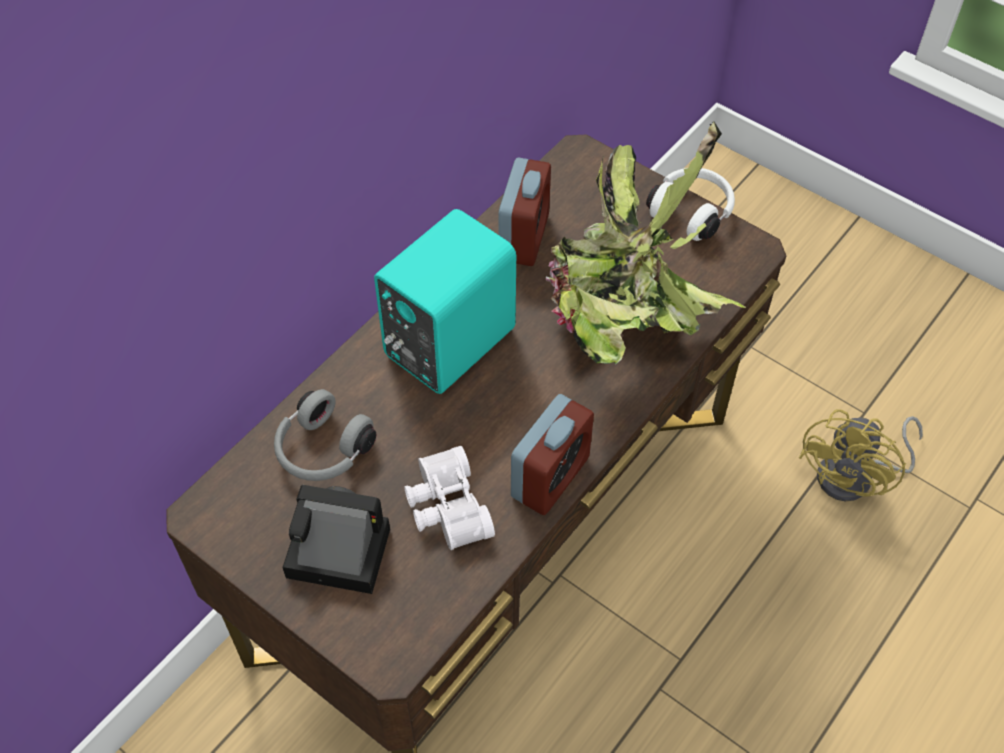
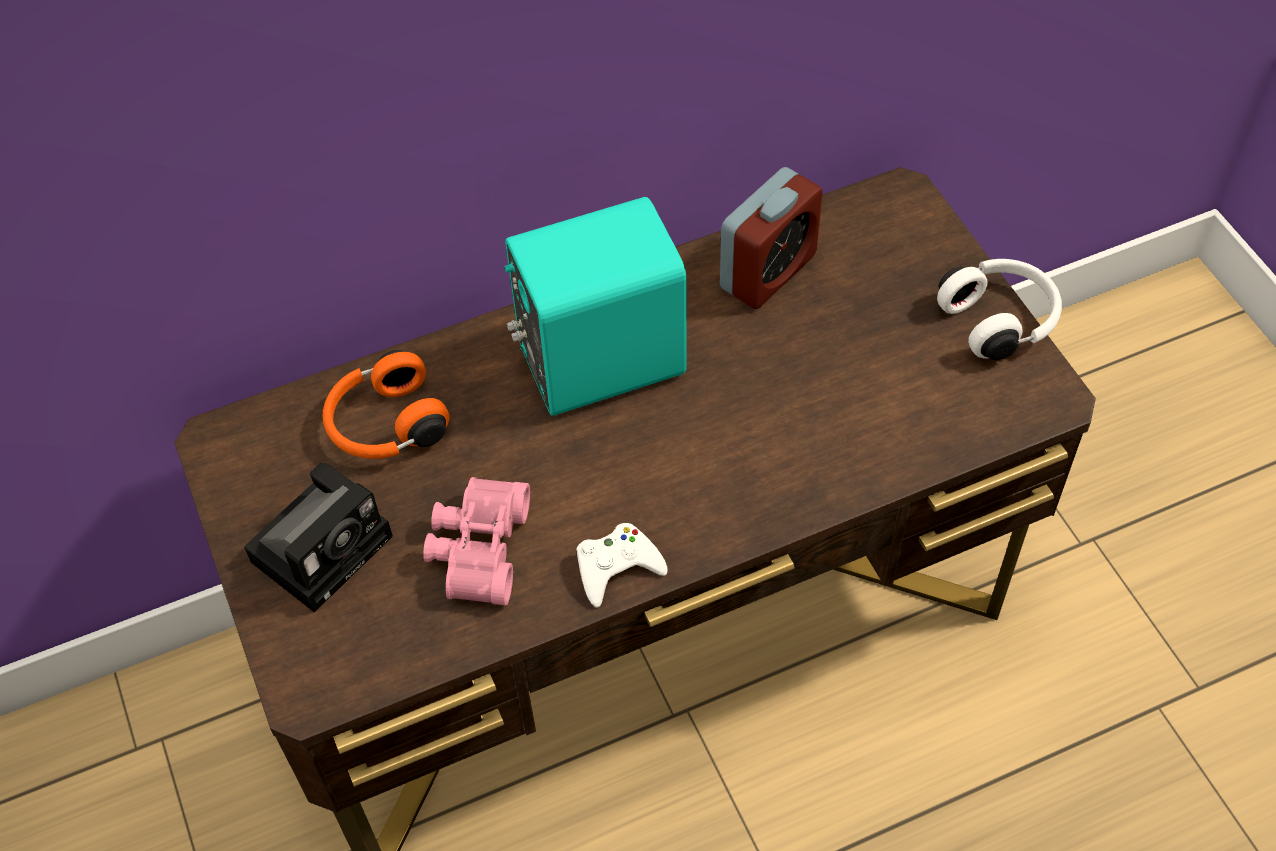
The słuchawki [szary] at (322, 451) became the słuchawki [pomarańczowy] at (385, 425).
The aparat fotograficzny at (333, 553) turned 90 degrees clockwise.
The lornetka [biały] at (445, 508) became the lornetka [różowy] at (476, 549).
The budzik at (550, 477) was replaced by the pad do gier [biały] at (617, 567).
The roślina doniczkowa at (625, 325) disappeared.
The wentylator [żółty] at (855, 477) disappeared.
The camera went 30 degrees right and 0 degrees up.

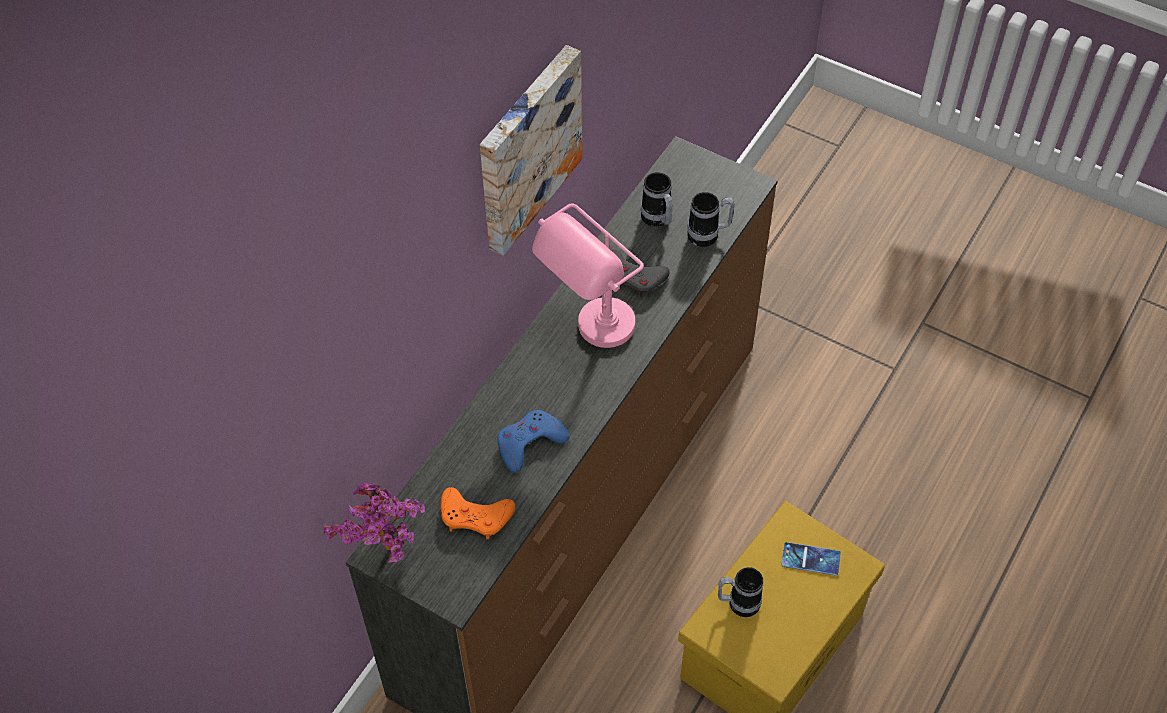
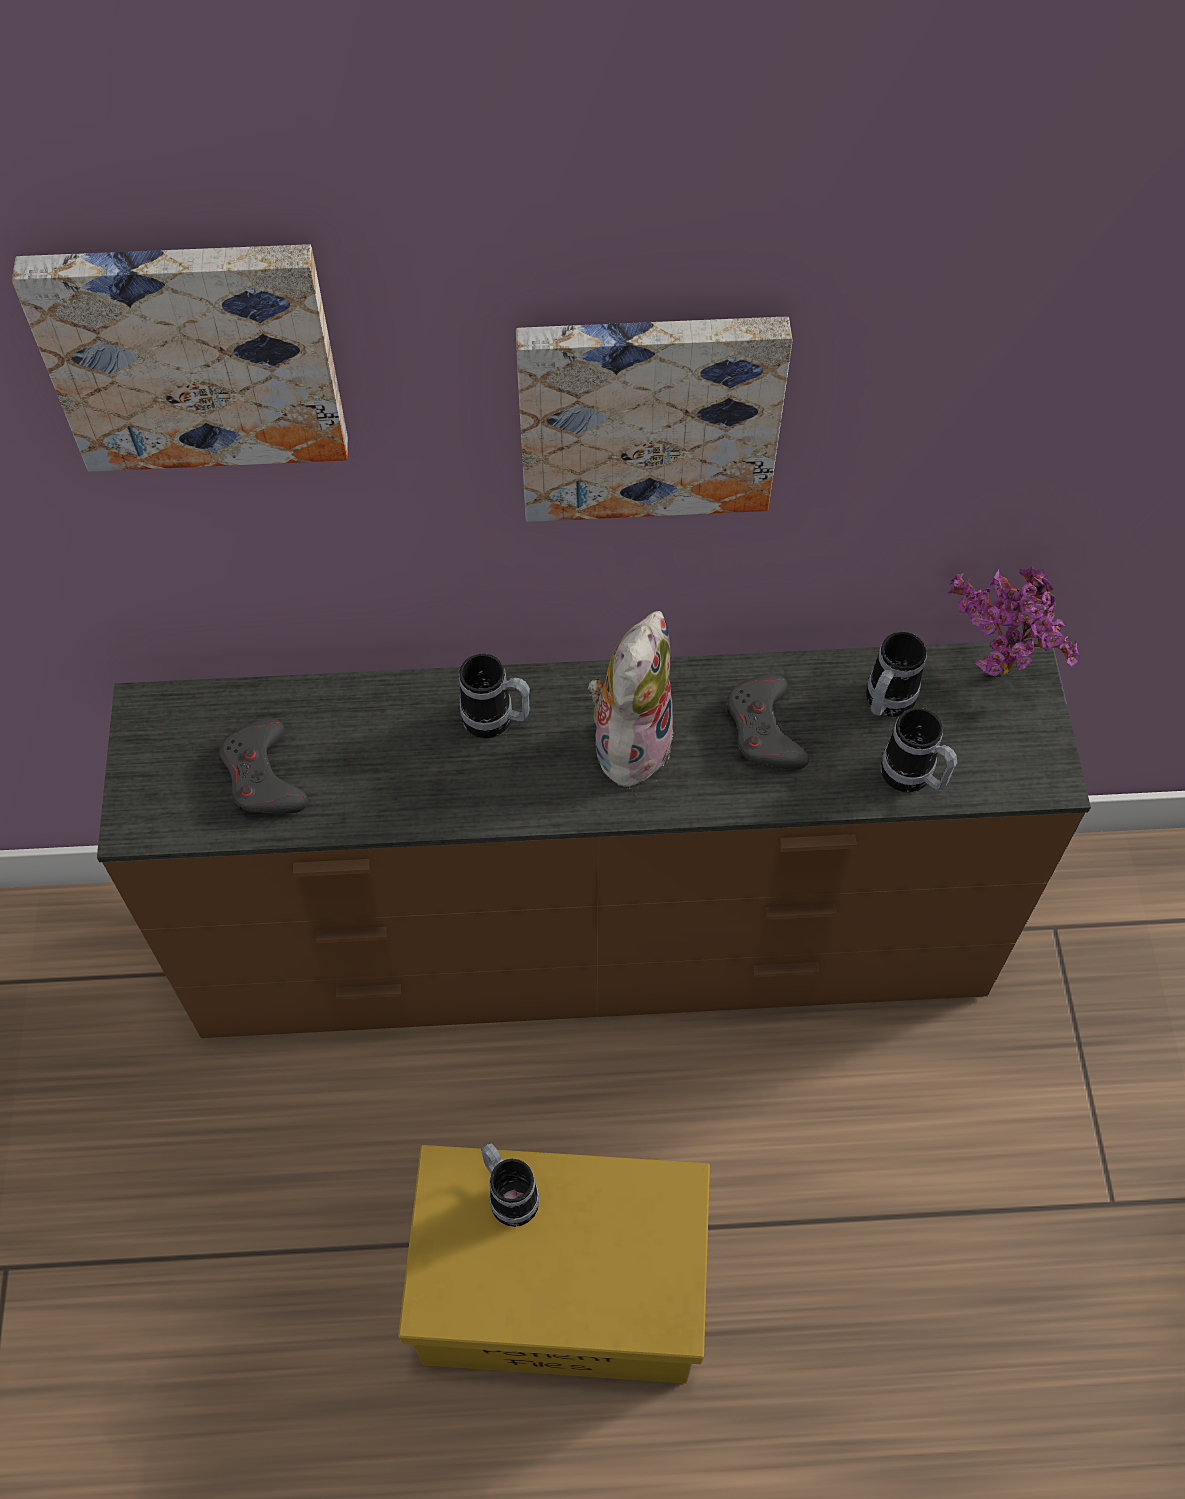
The roślina doniczkowa moved from (389, 554) to (994, 677).
The pad do gier [pomarańczowy] at (475, 516) became the pad do gier [szary] at (263, 776).
The pad do gier [niebieski] at (529, 443) disappeared.
The lampa stołowa [różowy] at (592, 337) was replaced by the pluszak at (629, 741).
The telefon at (811, 559) disappeared.
The obraz at (193, 352) appeared.
The kubek at (496, 721) appeared.
The camera went 55 degrees right and 5 degrees up.

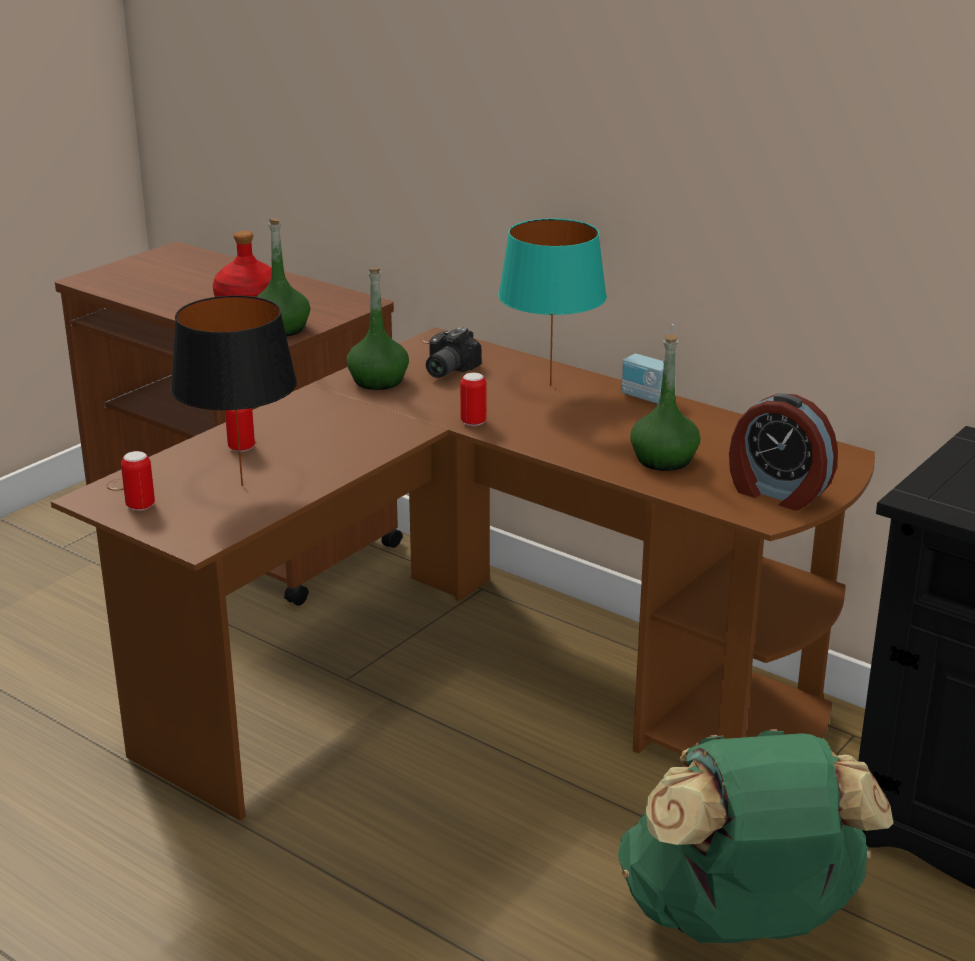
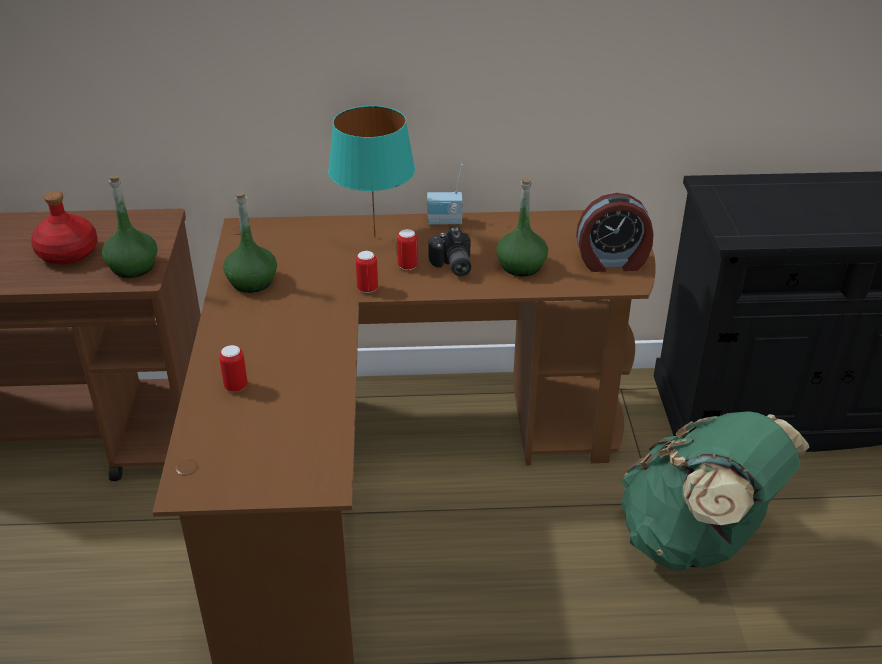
The puszka moved from (140, 506) to (407, 266).
The lampa stołowa [czarny] at (242, 485) disappeared.
The aparat fotograficzny moved from (445, 370) to (451, 266).
The camera went 40 degrees left and 10 degrees up.

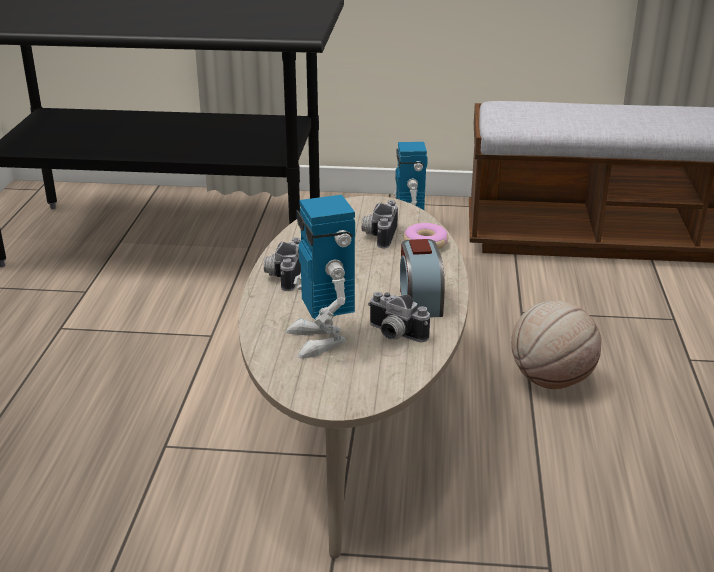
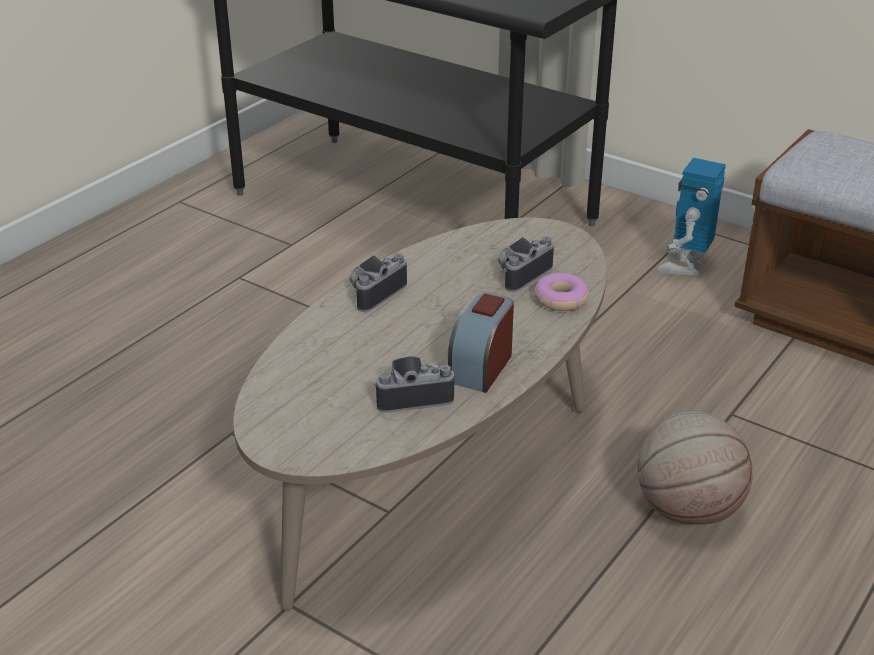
The robot zabawkowy at (321, 339) disappeared.
The aparat fotograficzny at (393, 335) turned 105 degrees clockwise.
The camera went 30 degrees right and 5 degrees up.

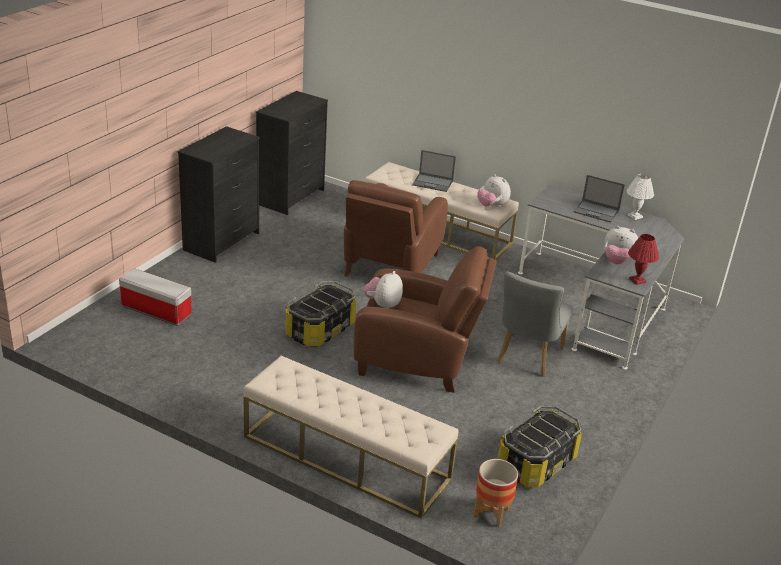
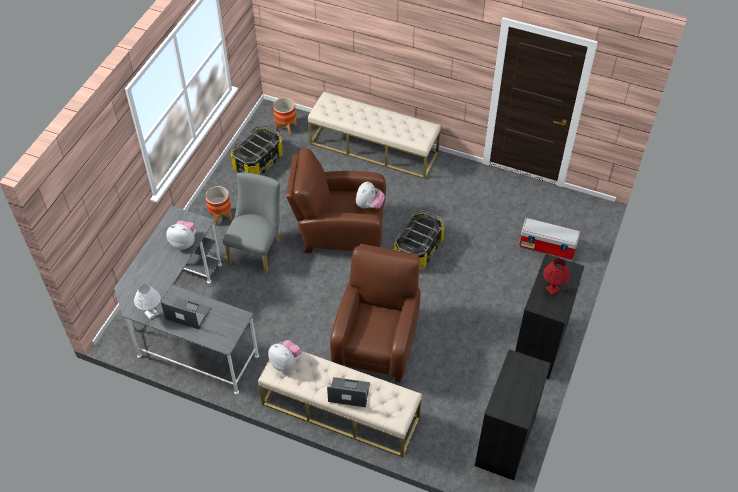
The lampa stołowa [czerwony] moved from (637, 280) to (552, 289).
The donica at (221, 216) appeared.
The camera went 175 degrees right and 20 degrees up.

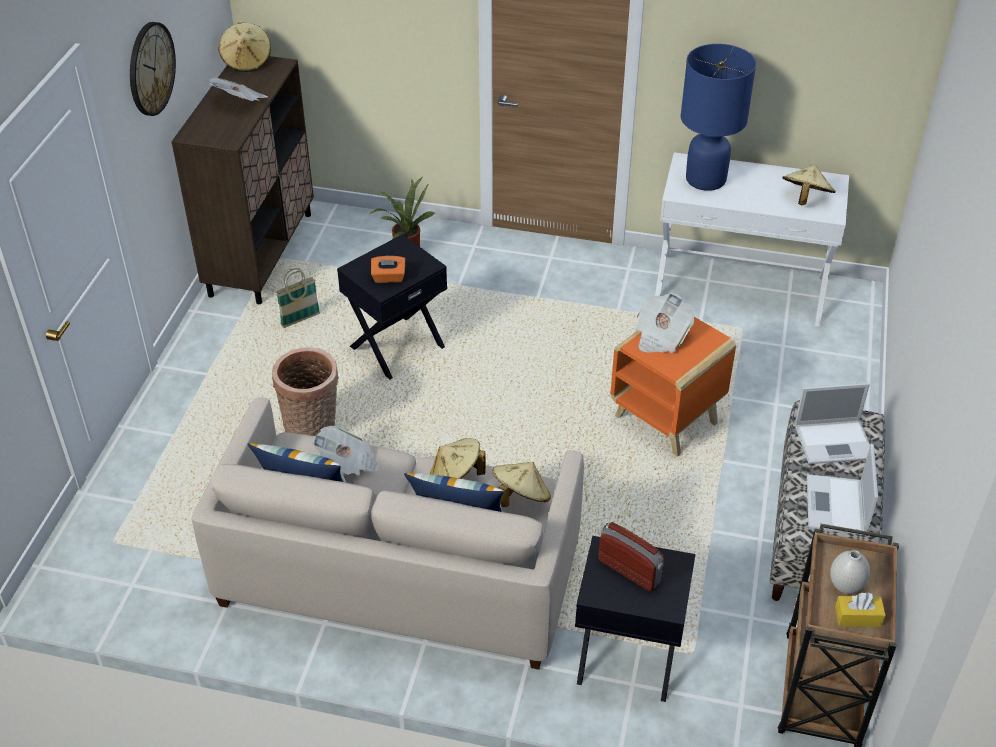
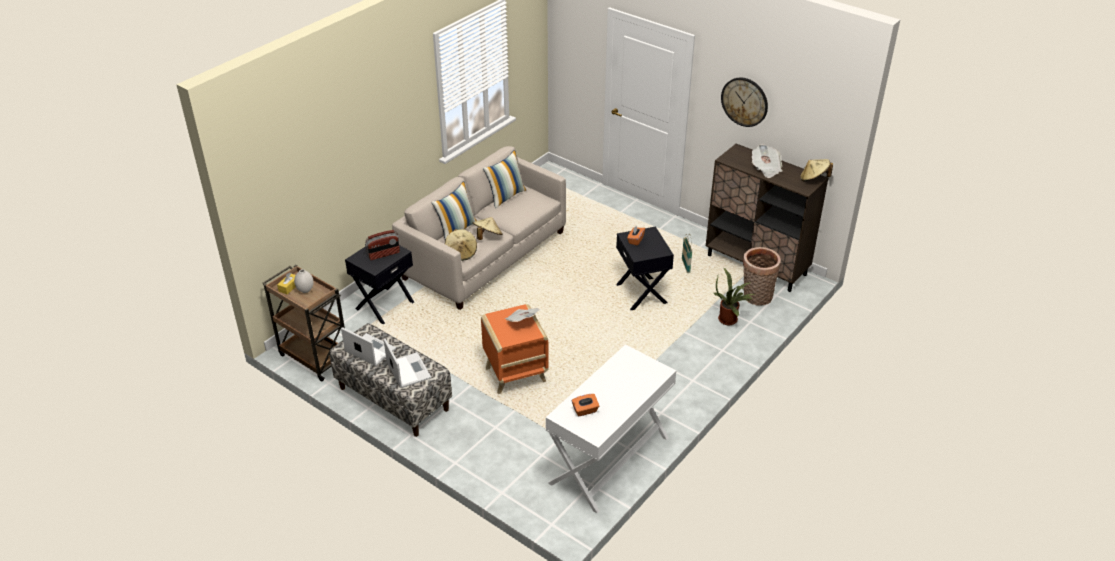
The koszyk moved from (313, 433) to (756, 297).
The gazeta at (348, 463) disappeared.
The lampa stołowa [niebieski] at (705, 179) disappeared.
The kapelusz [beżowy] at (805, 198) was replaced by the pudełko chusteczek [pomarańczowy] at (585, 410).
The laptop at (835, 441) turned 135 degrees clockwise.
The camera went 115 degrees right and 5 degrees down.

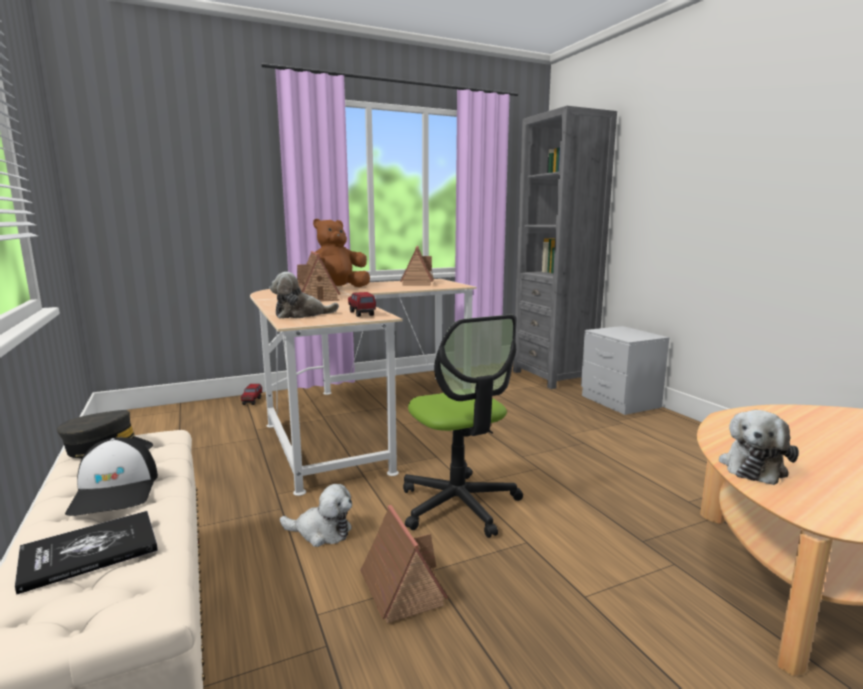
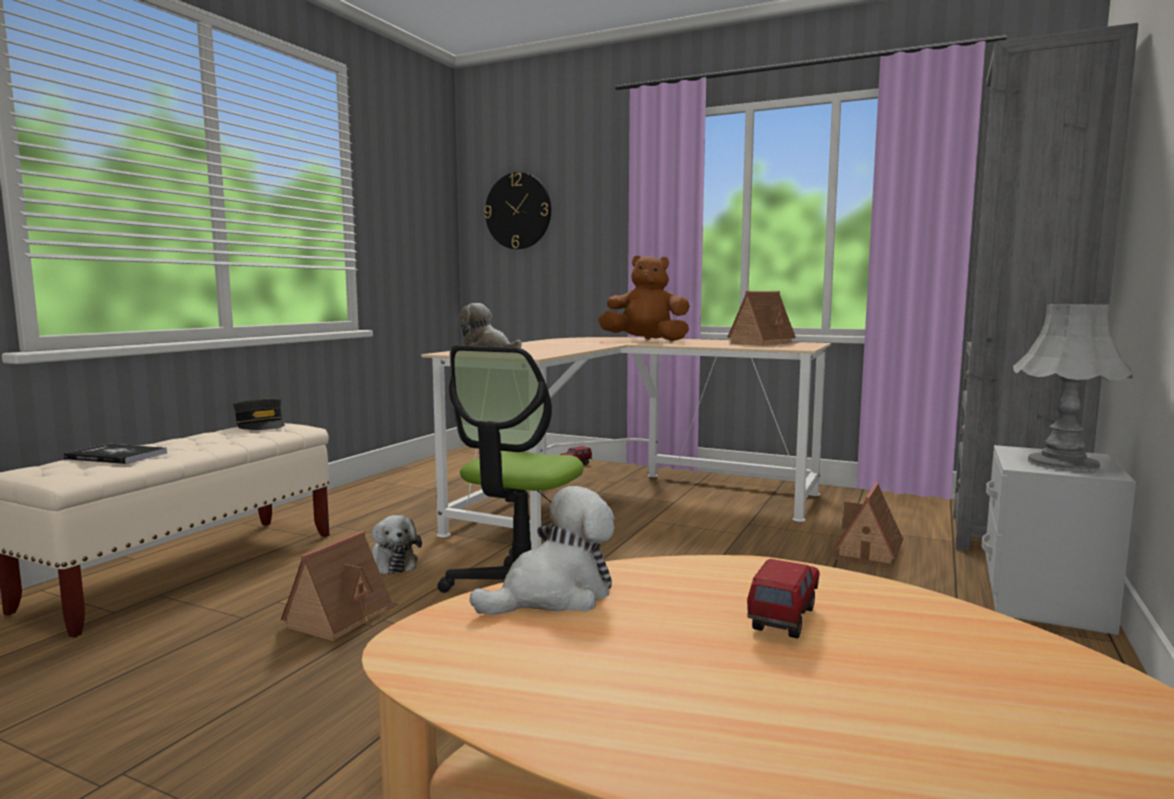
The czapka z daszkiem at (116, 491) disappeared.
The domek moved from (317, 297) to (868, 552).
The ciężarówka zabawkowa moved from (361, 314) to (783, 620).
The pluszak at (753, 466) turned 150 degrees clockwise.
The zegar ścienny at (518, 211) appeared.
The lampa stołowa [szary] at (1063, 464) appeared.
The camera went 50 degrees right and 5 degrees down.

